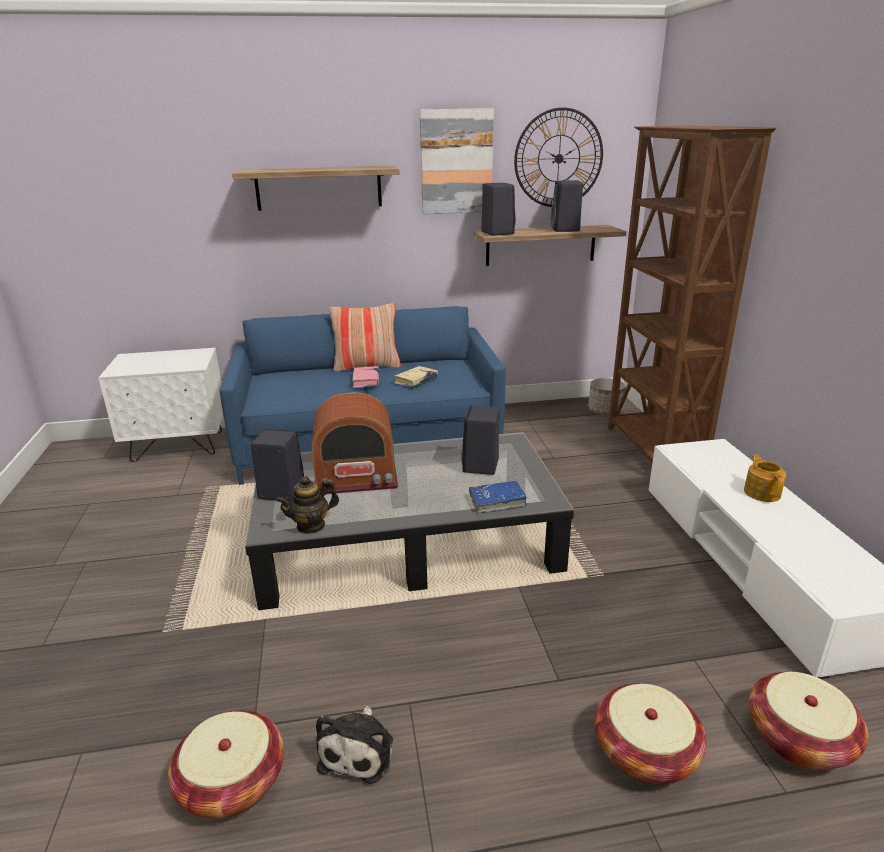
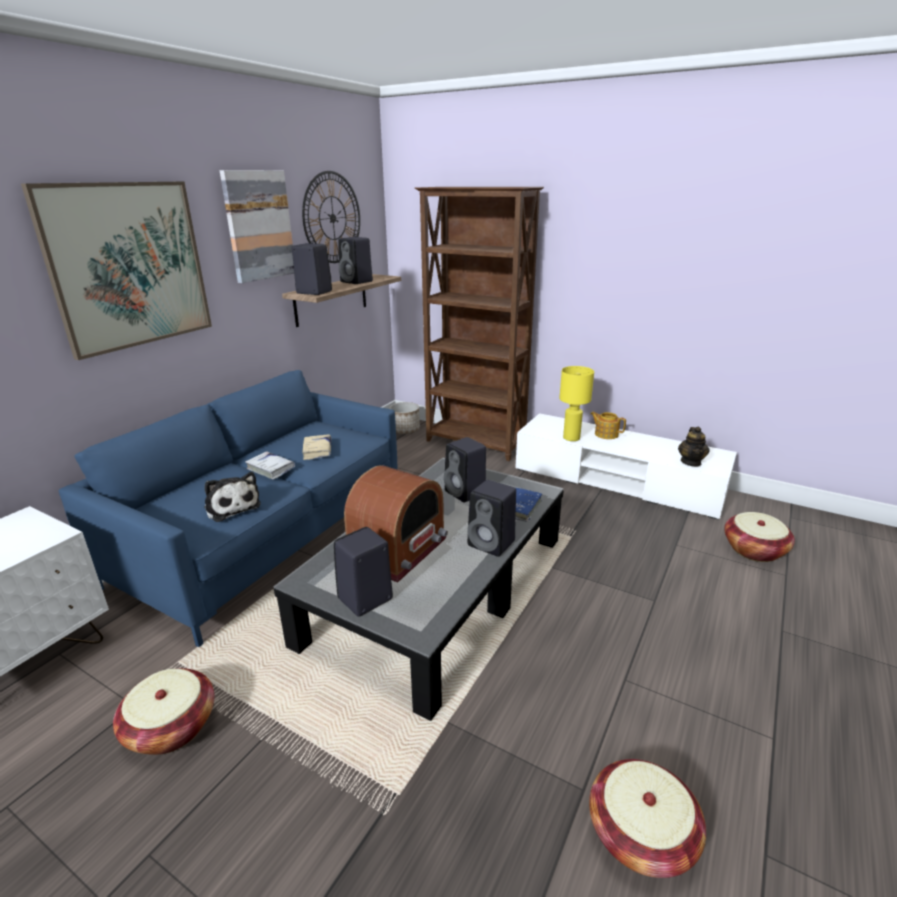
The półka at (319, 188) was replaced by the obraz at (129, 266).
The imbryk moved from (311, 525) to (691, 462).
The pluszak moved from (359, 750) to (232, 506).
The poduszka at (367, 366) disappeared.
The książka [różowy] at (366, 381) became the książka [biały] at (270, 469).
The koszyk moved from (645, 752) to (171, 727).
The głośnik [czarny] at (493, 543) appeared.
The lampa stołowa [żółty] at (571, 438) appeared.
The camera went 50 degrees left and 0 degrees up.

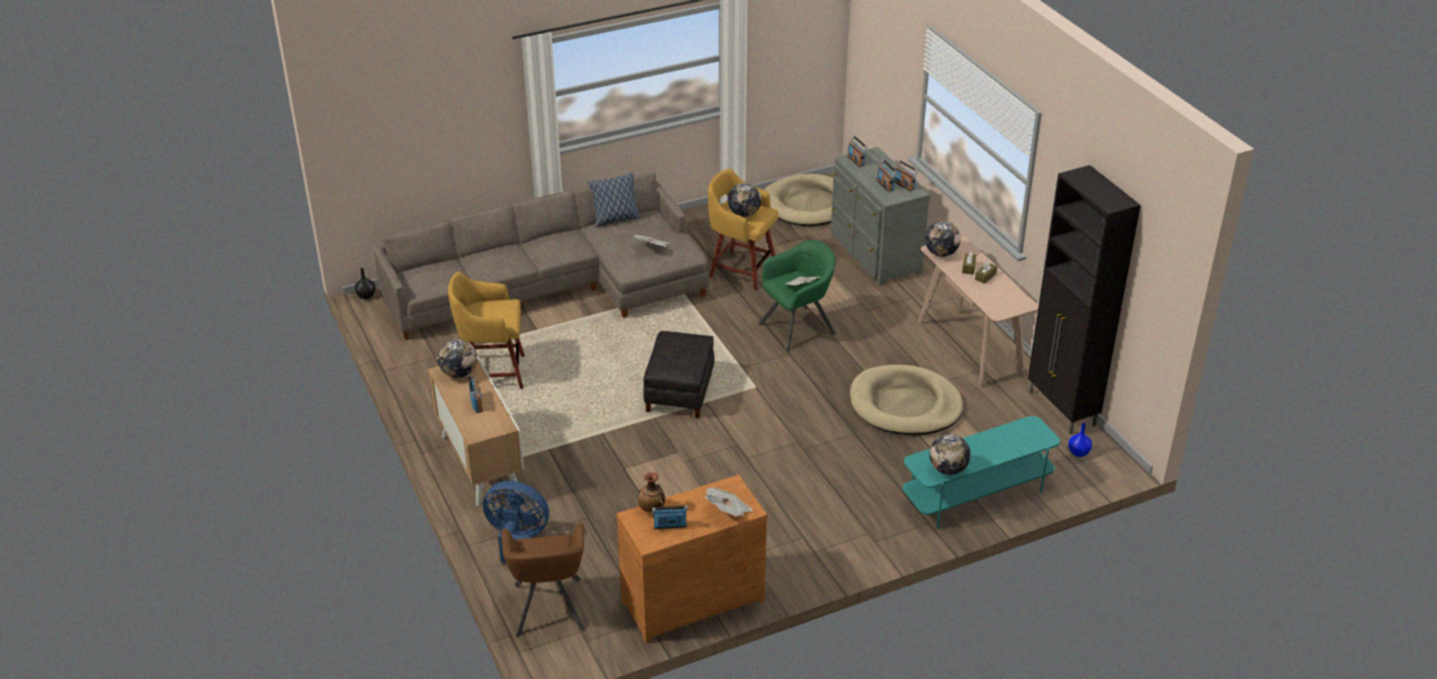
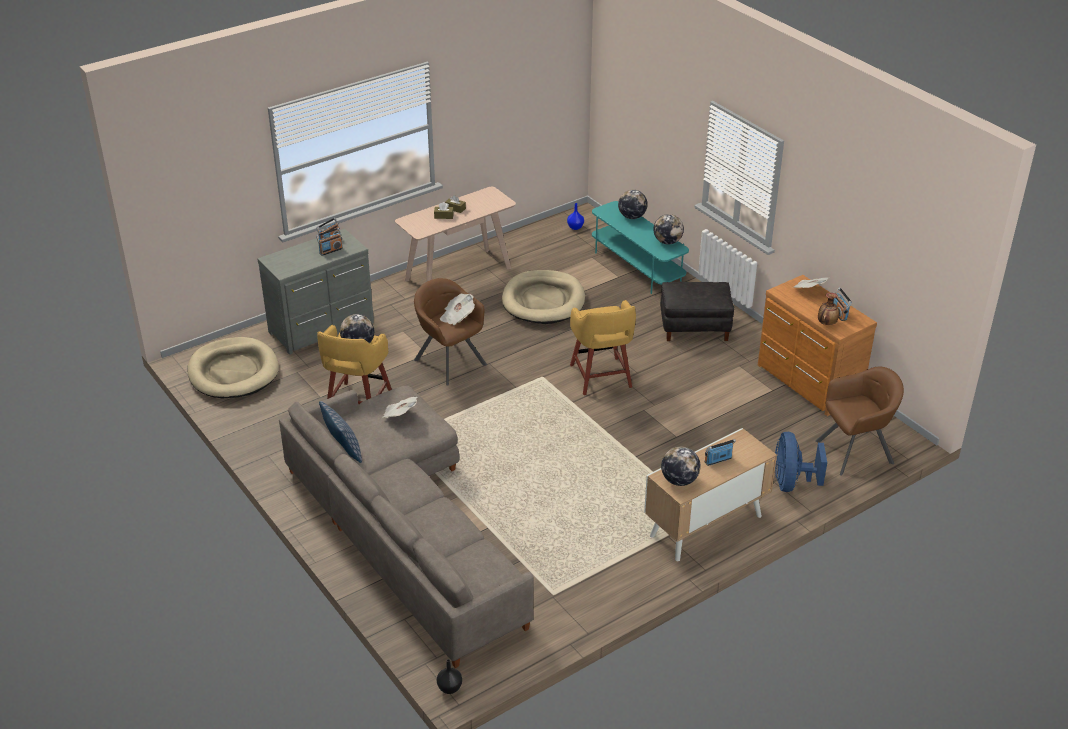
The stołek [żółty] moved from (493, 373) to (601, 377).
The pufa [czarny] moved from (680, 393) to (695, 327).
The fotel [zielony] at (797, 328) became the fotel [brązowy] at (450, 362).
The radio at (856, 160) disappeared.
The globus moved from (941, 253) to (632, 217).
The szafka [czarny] at (1062, 409) disappeared.
The camera went 100 degrees left and 0 degrees up.

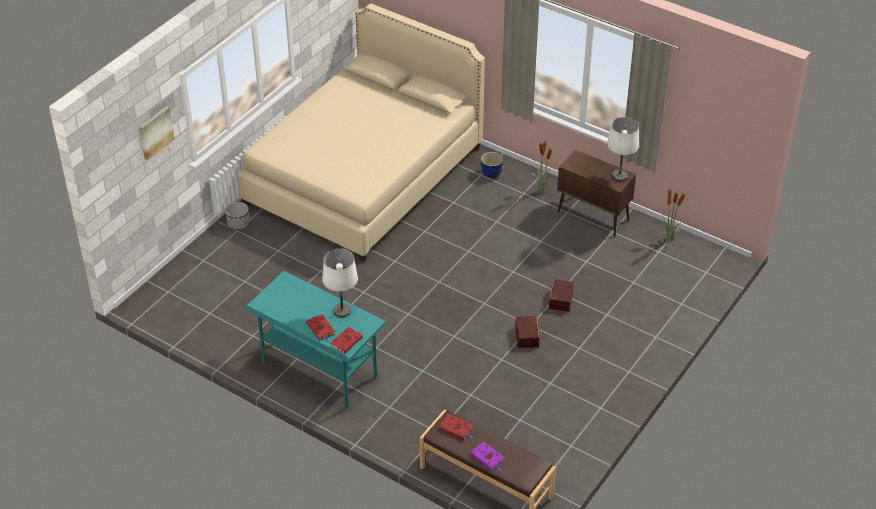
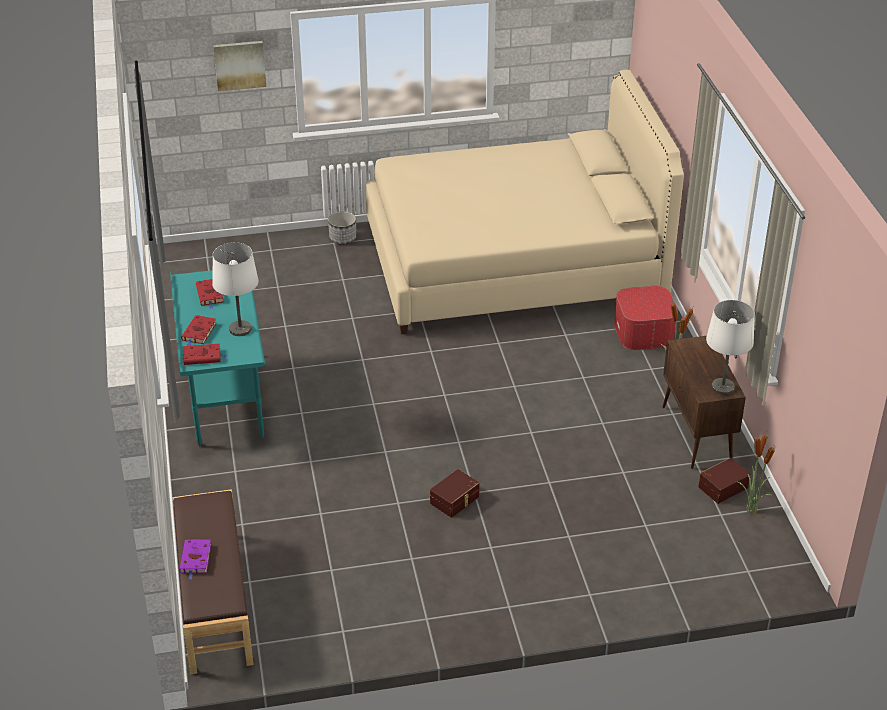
The książka [czerwony] moved from (457, 429) to (210, 295).
The donica at (491, 174) was replaced by the pufa at (644, 332).
The pojemnik do przechowywania [brązowy] moved from (560, 300) to (722, 486).
The camera went 45 degrees right and 5 degrees down.

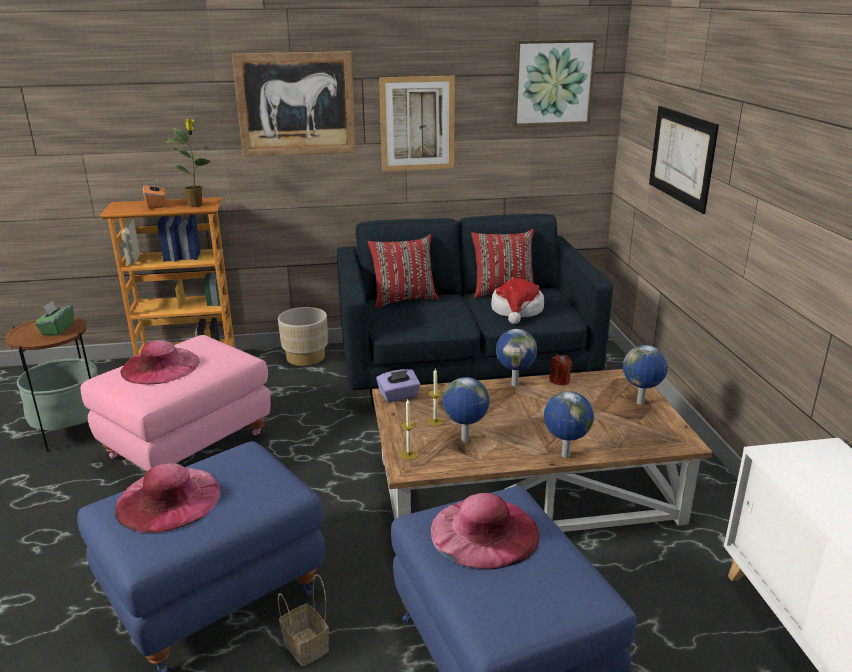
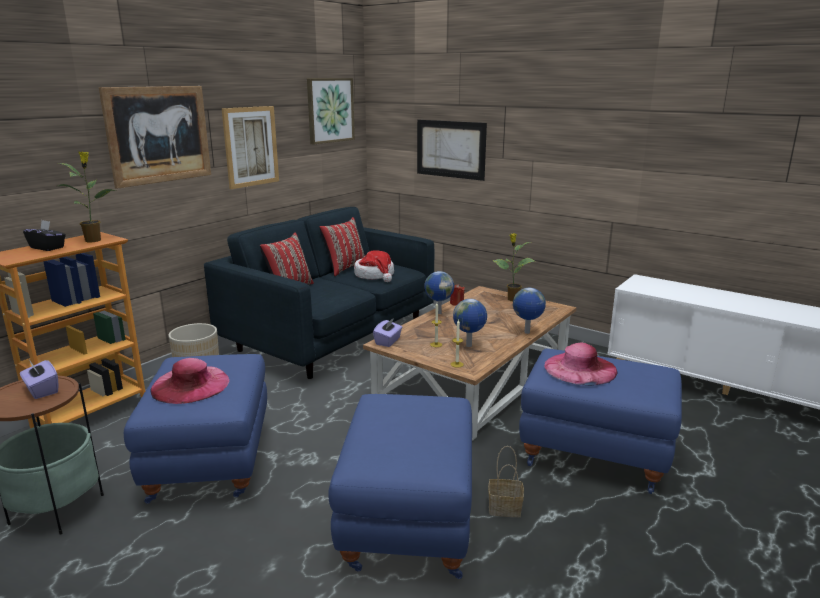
The pudełko chusteczek [zielony] at (57, 329) became the pudełko chusteczek [fioletowy] at (42, 390).
The pufa [różowy] at (188, 449) became the pufa [niebieski] at (212, 463).
The kapelusz [różowy] at (168, 499) disappeared.
The pudełko chusteczek [pomarańczowy] at (156, 205) became the pudełko chusteczek [czarny] at (47, 247).
The globus at (640, 403) was replaced by the roślina doniczkowa at (512, 299).
The camera went 45 degrees left and 5 degrees down.

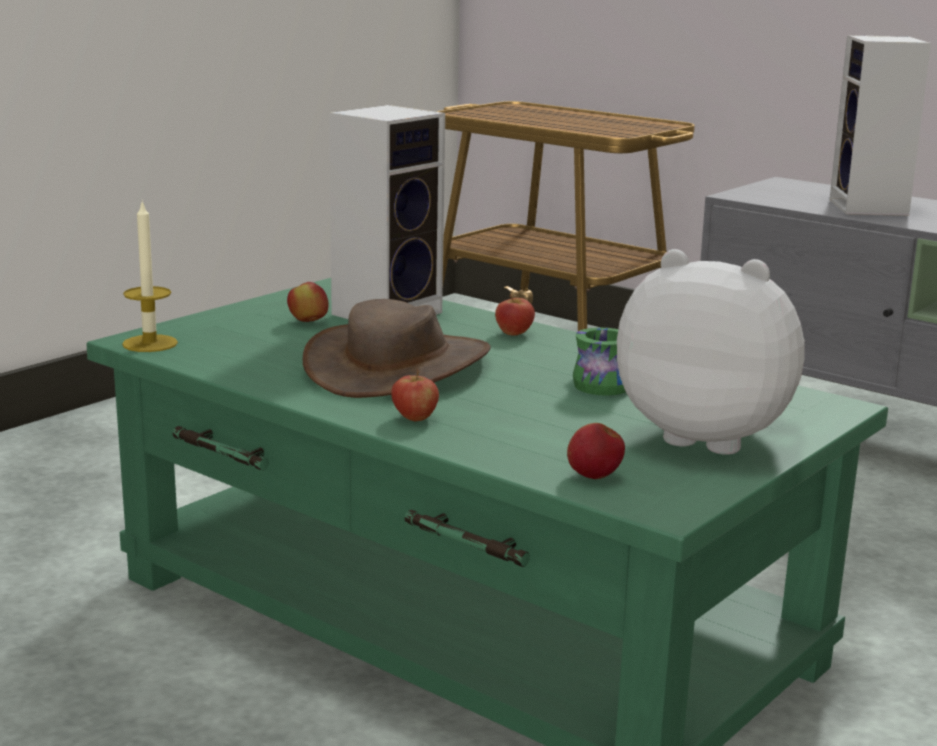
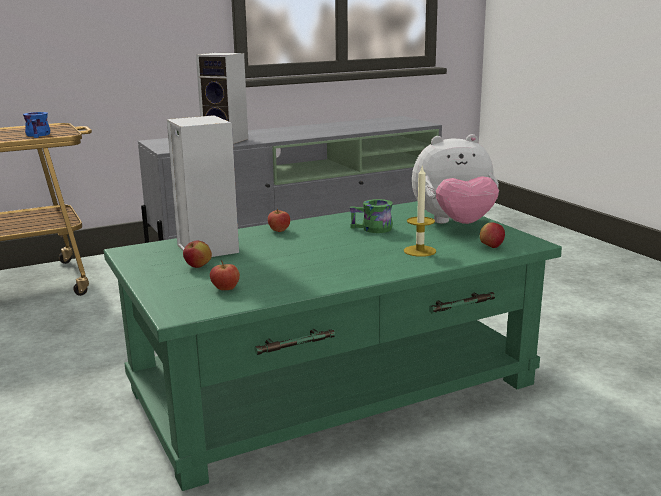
The świeca moved from (150, 343) to (419, 251).
The kapelusz [brązowy] at (398, 366) disappeared.
The jabłko moved from (414, 418) to (225, 289).
The pluszak at (709, 436) turned 150 degrees counterclockwise.
The kubek [niebieski] at (39, 135) appeared.
The camera went 65 degrees left and 0 degrees up.

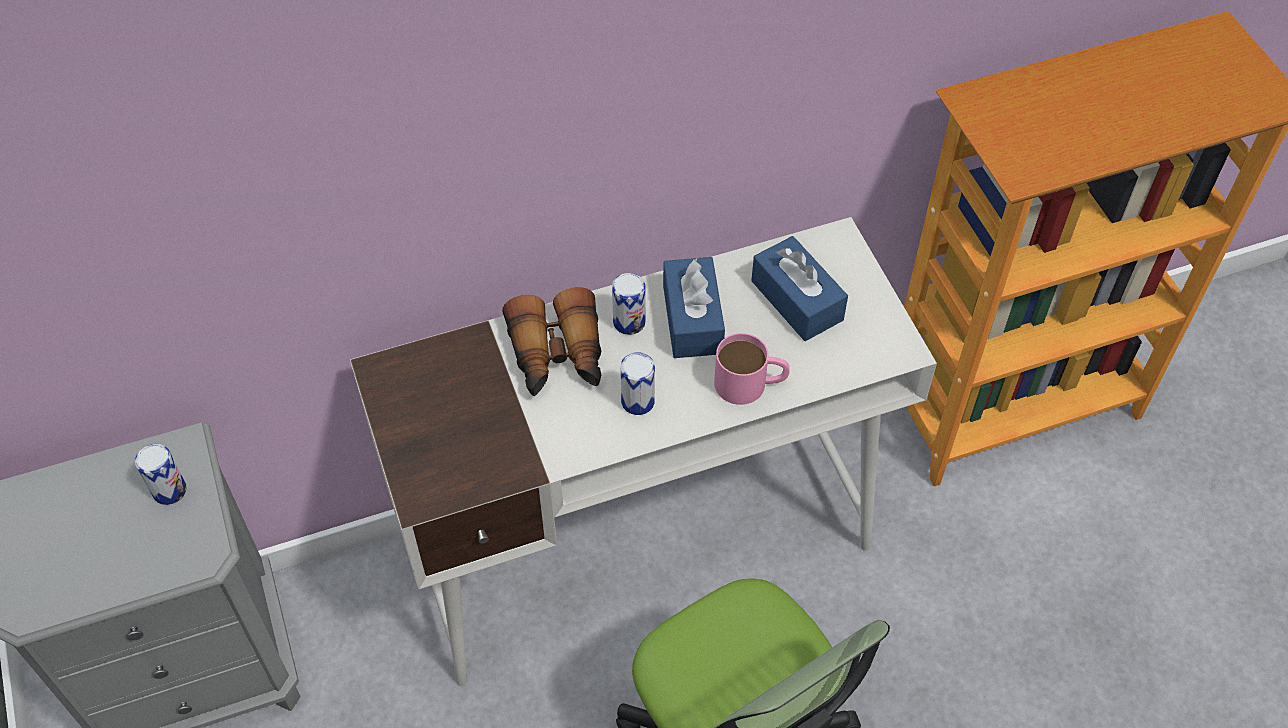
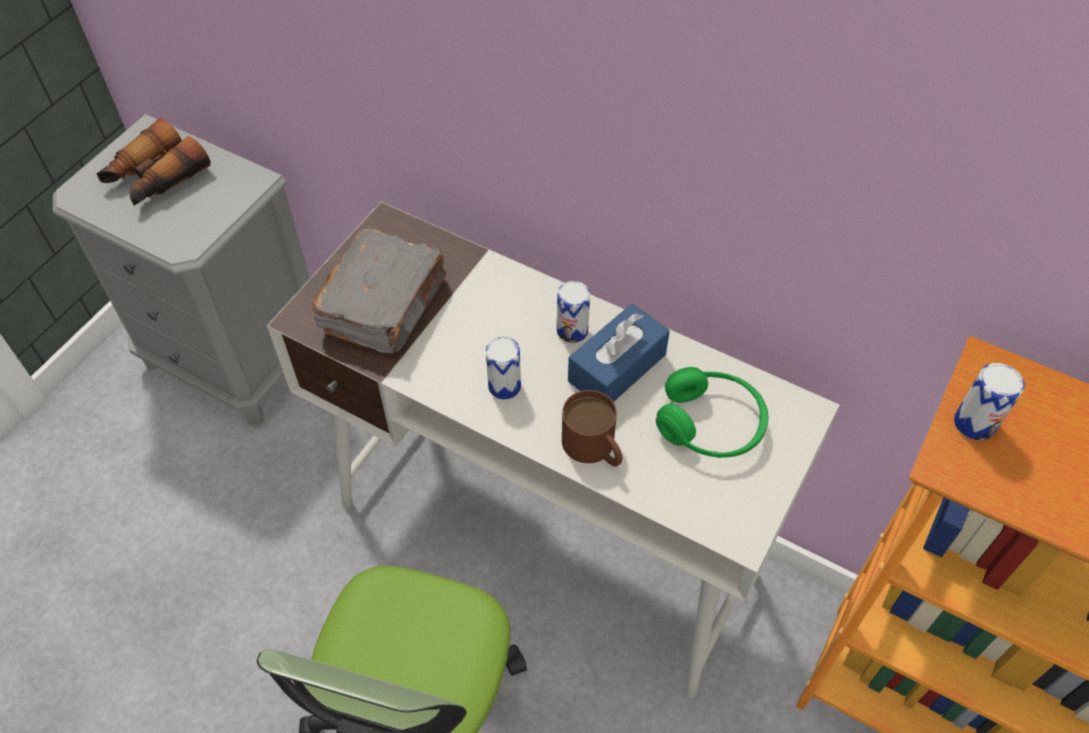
The puszka moved from (169, 490) to (974, 423).
The lornetka moved from (557, 357) to (155, 178).
The kubek [różowy] at (750, 384) became the kubek [brązowy] at (594, 448).
The pudełko chusteczek [niebieski] at (797, 300) was replaced by the słuchawki [zielony] at (710, 424).
The książka [szary] at (385, 305) appeared.
The camera went 50 degrees right and 0 degrees up.

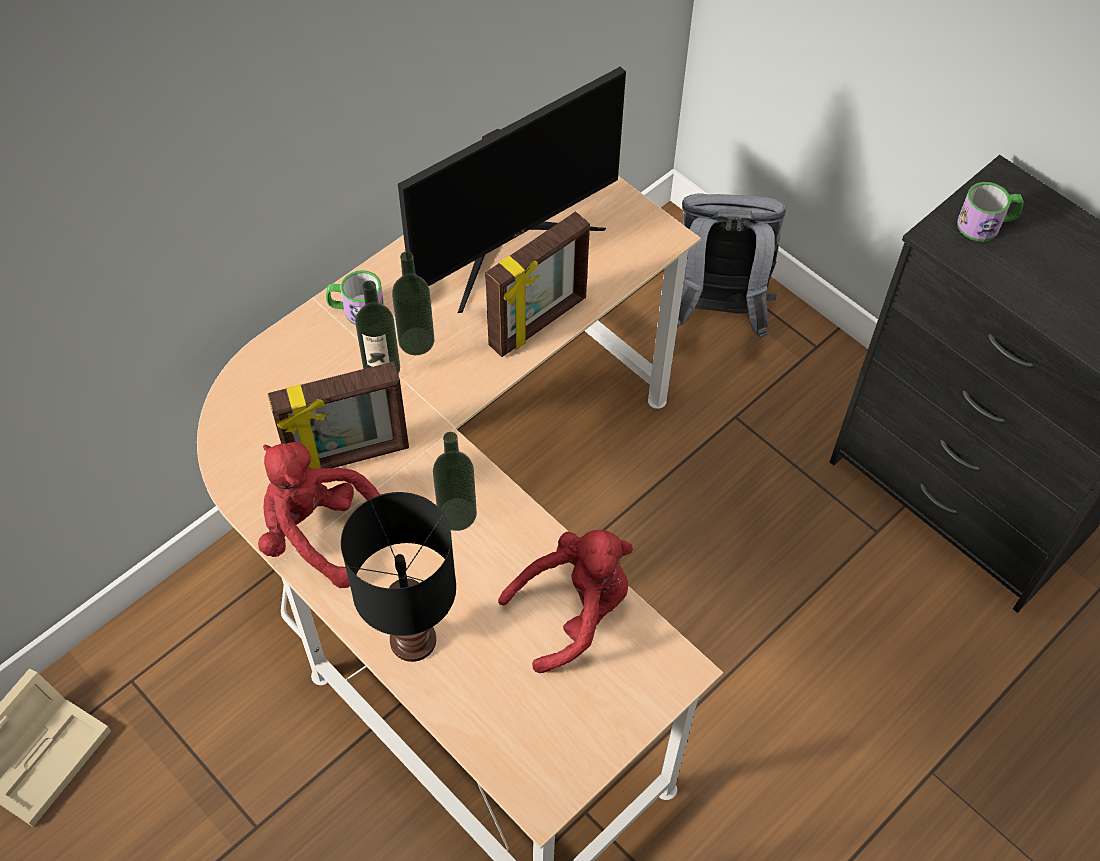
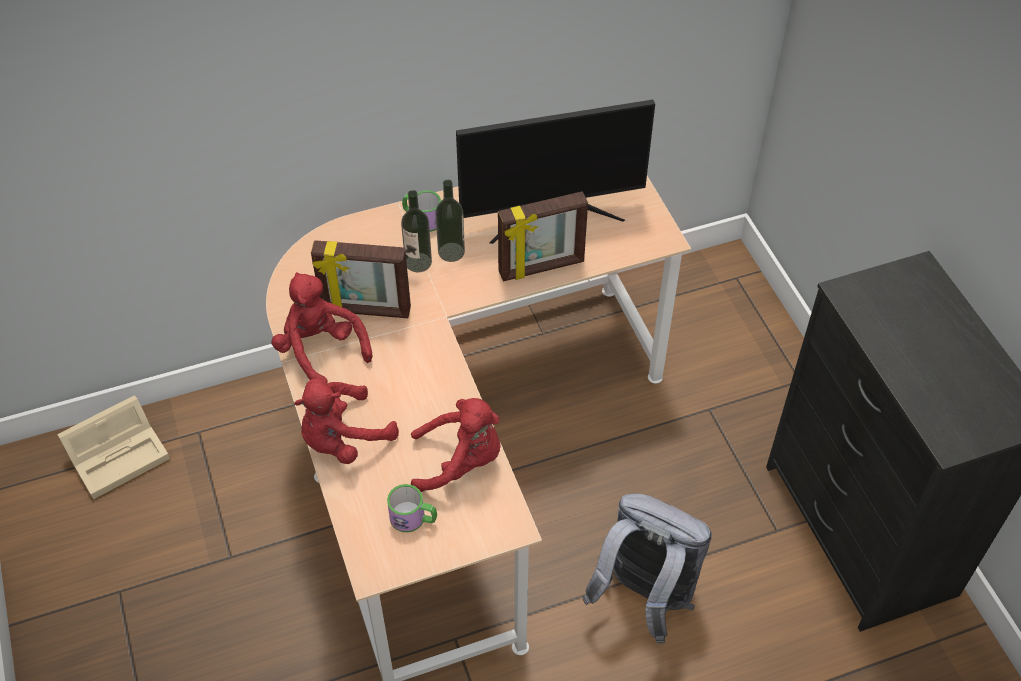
The lampa stołowa [czarny] at (411, 640) was replaced by the pluszak [czerwony] at (343, 439).
The butelka at (457, 514) disappeared.
The plecak [szary] moved from (715, 312) to (644, 597).
The kubek moved from (986, 224) to (413, 518).
The camera went 25 degrees right and 5 degrees down.

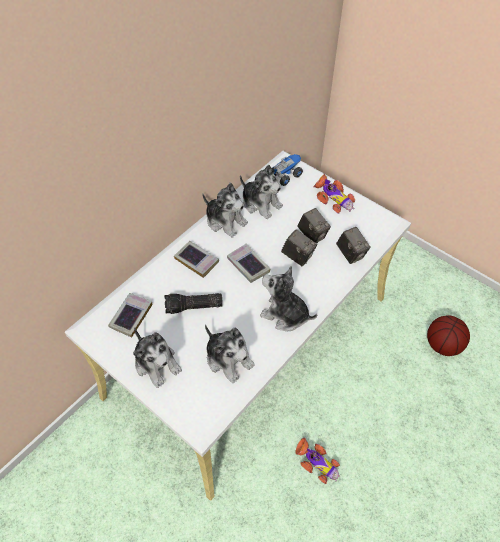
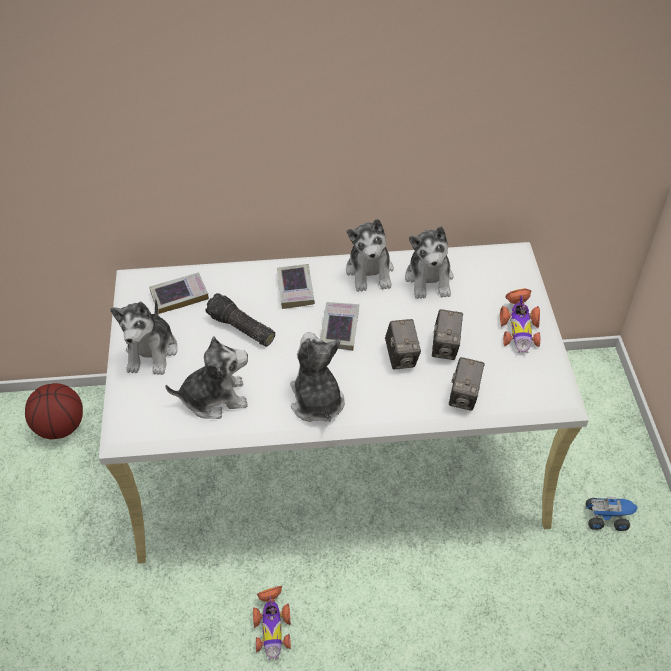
The pluszak at (228, 359) turned 105 degrees counterclockwise.
The ciężarówka zabawkowa moved from (285, 175) to (606, 518).
The piłka do koszykówki moved from (443, 345) to (61, 427).
The camera went 45 degrees right and 5 degrees down.

